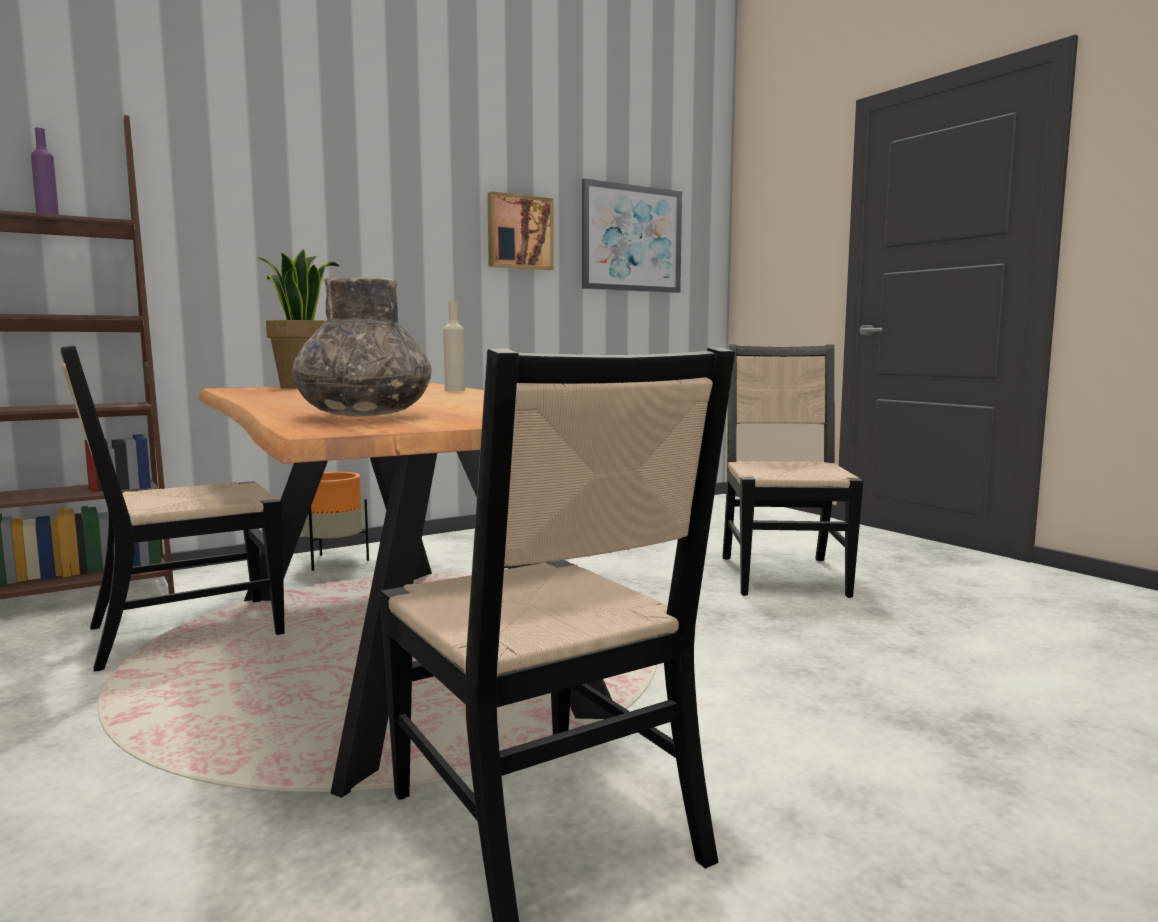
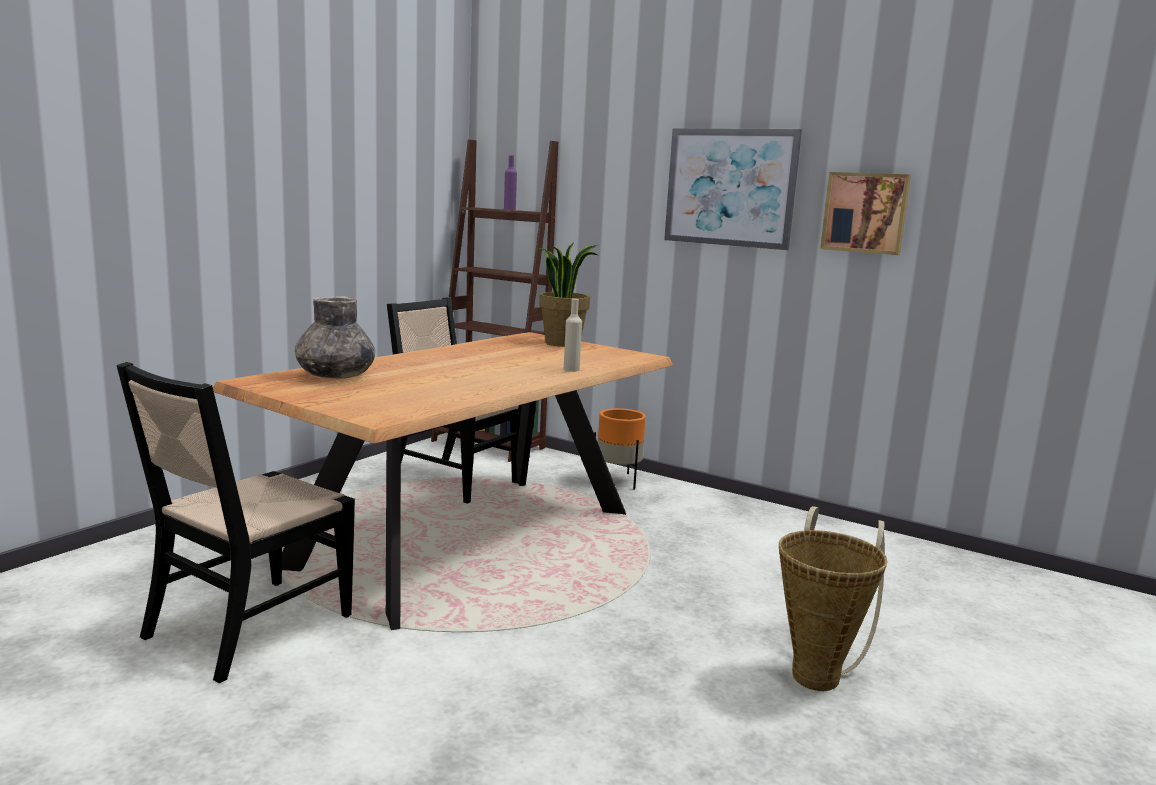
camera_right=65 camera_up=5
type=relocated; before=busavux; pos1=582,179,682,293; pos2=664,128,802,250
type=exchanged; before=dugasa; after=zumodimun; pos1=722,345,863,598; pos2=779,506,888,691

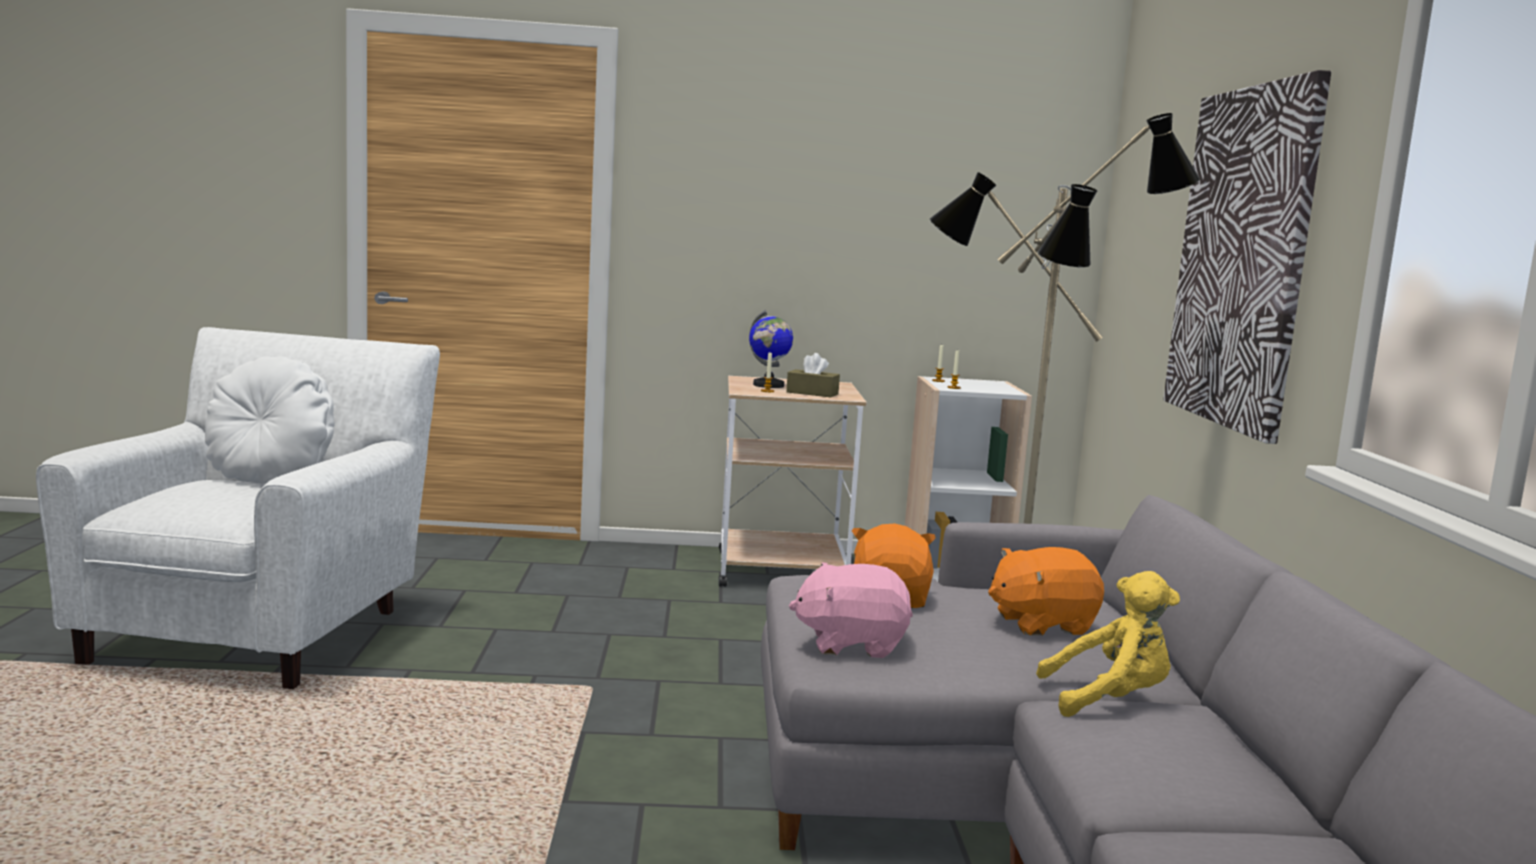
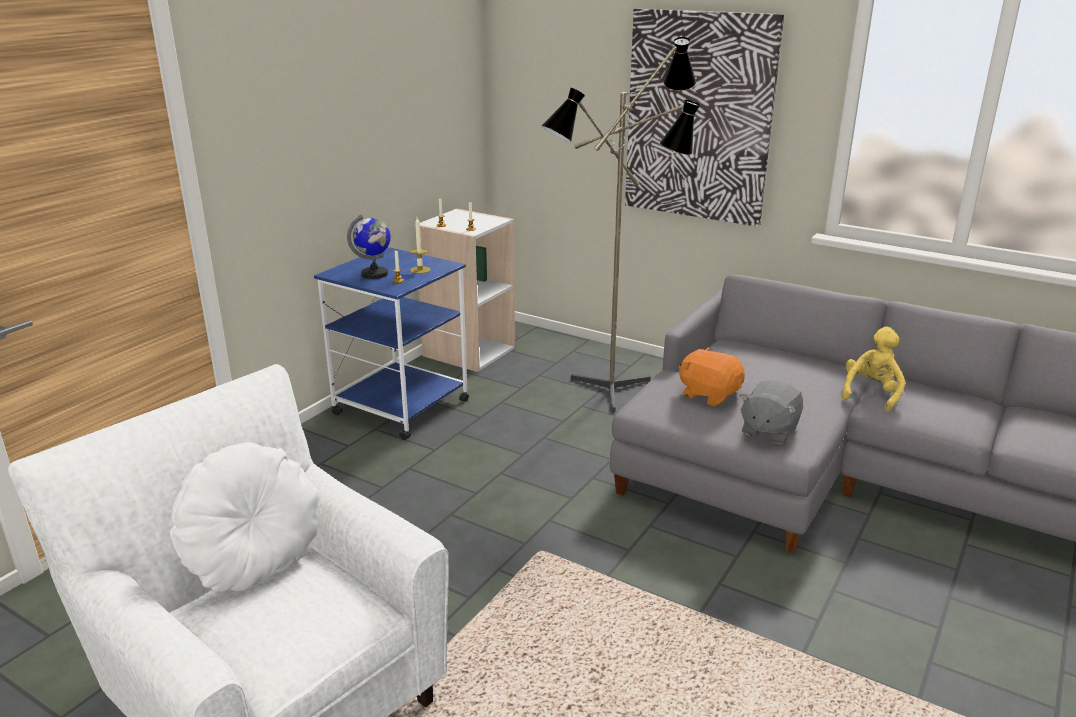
camera_right=-55 camera_up=15
type=missing; before=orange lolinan; pos1=988,547,1104,636
type=exchanged; before=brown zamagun; after=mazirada; pos1=786,353,840,397; pos2=410,218,431,274
type=colour; before=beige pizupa; after=blue pizupa; pos1=718,376,867,587; pos2=314,247,469,440
type=colour; before=pink lolinan; after=grey lolinan; pos1=789,562,913,658; pos2=740,380,803,444

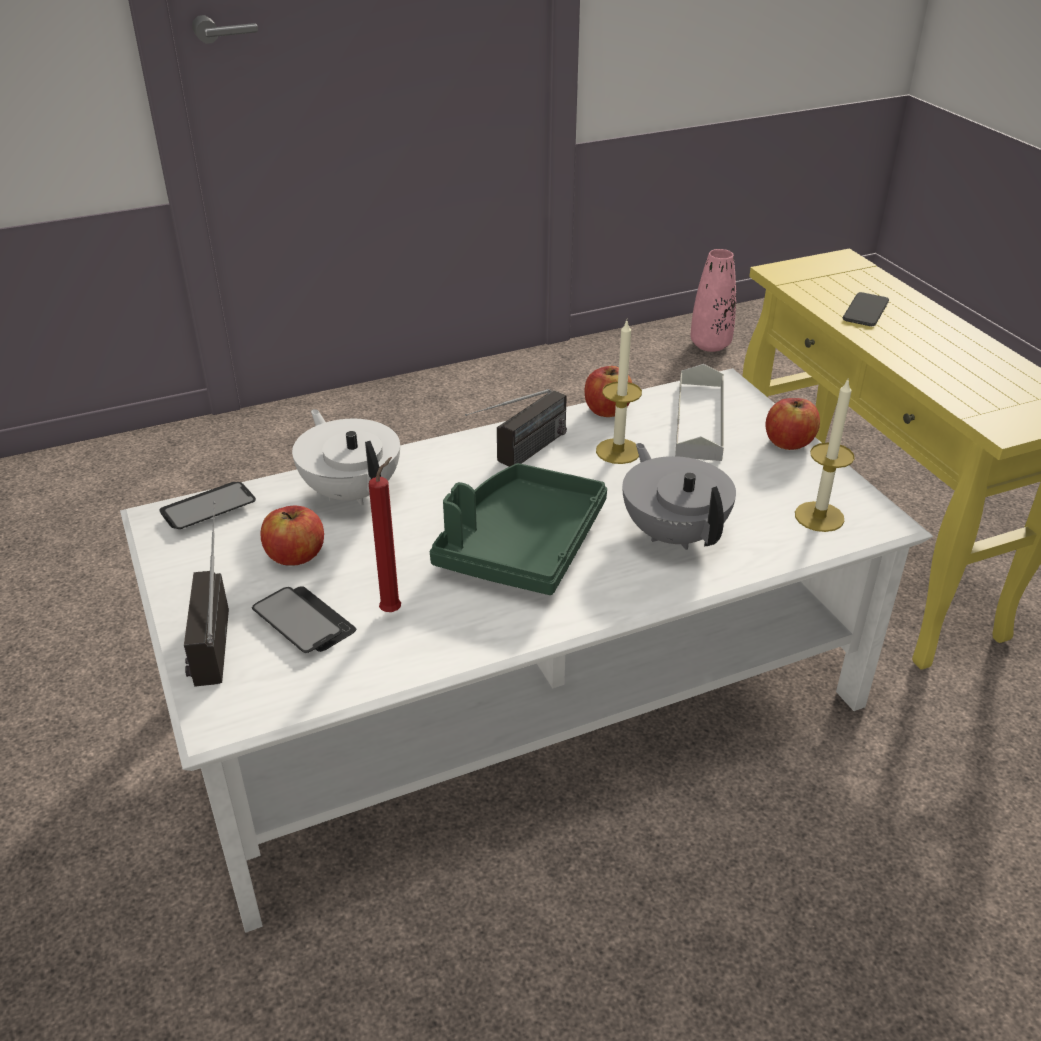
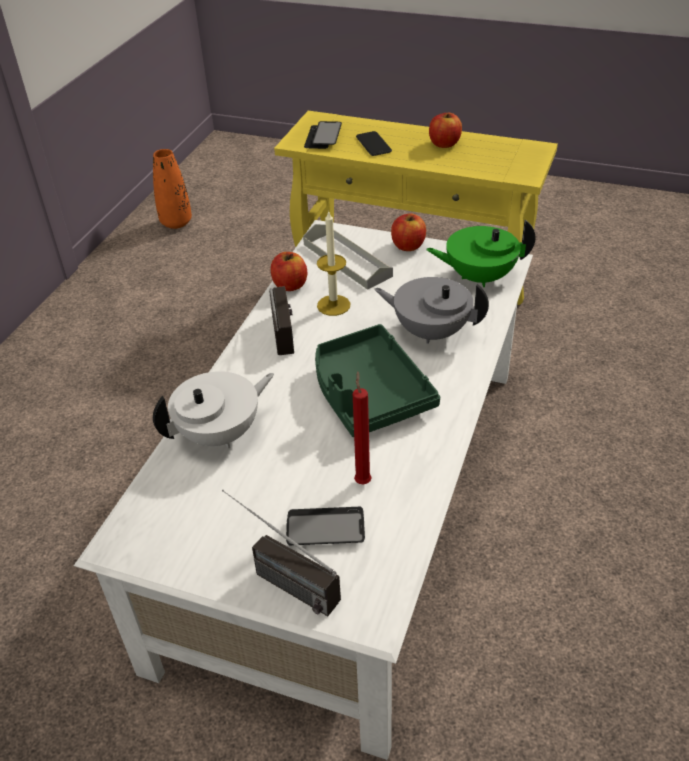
camera_right=-45 camera_up=5
type=relocated; before=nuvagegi; pos1=159,482,256,529; pos2=304,121,342,149
type=relocated; before=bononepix; pos1=261,505,324,566; pos2=429,113,462,148
type=exchanged; before=mazirada; after=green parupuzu; pos1=795,378,855,532; pos2=426,220,536,287
type=colour; before=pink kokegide; after=orange kokegide; pos1=691,249,736,352; pos2=153,149,192,229
type=spun; before=white parupuzu; pos1=292,409,400,505; pos2=153,371,274,449; turn=135

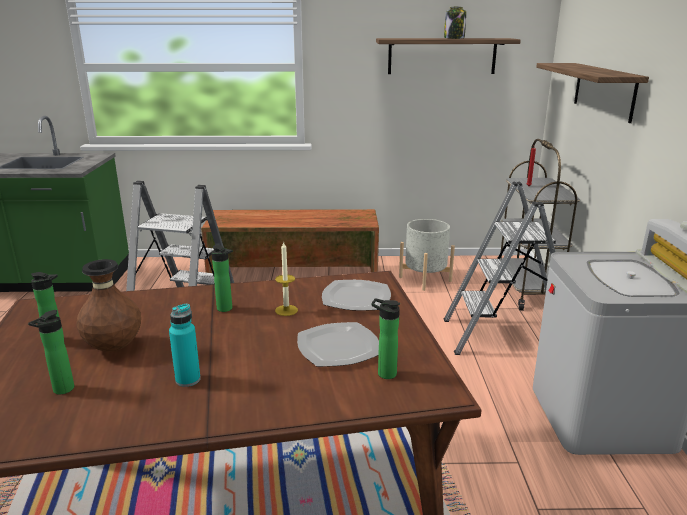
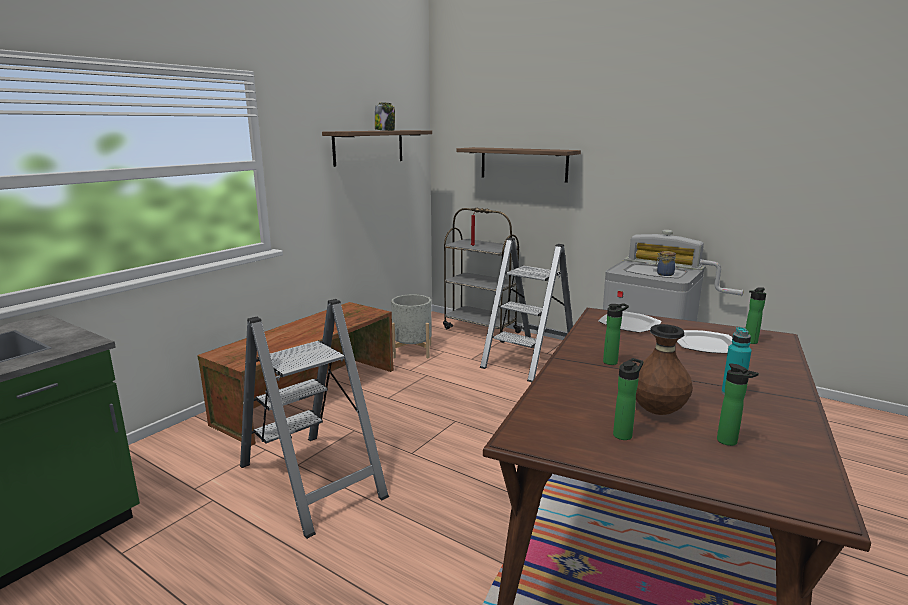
camera_right=-55 camera_up=-5
type=missing; before=mazirada; pos1=275,241,298,316
type=appeared; after=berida; pos2=656,251,676,276

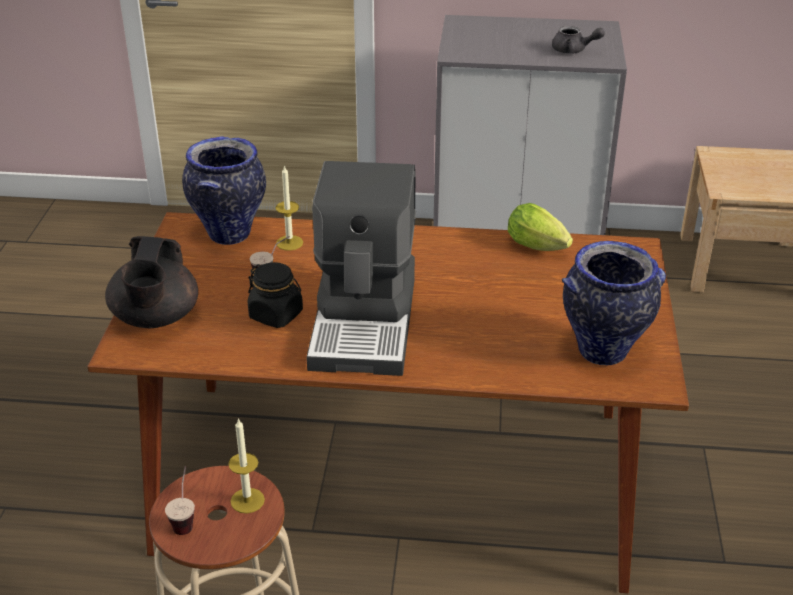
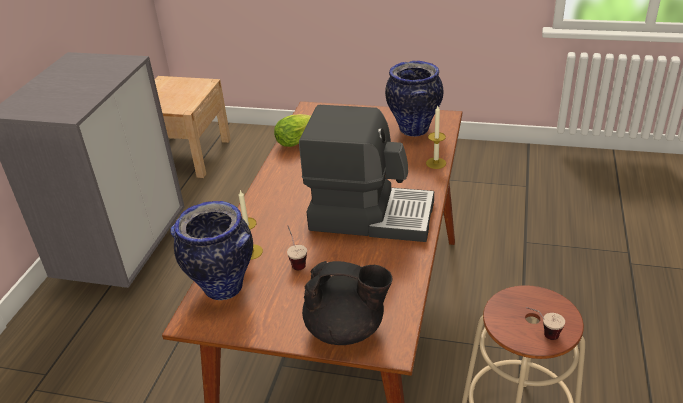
camera_right=-80 camera_up=0
type=missing; before=black berida; pos1=247,262,303,328
type=missing; before=grey parupuzu; pos1=552,26,605,54
type=relocated; before=mazirada; pos1=228,418,265,513; pos2=426,106,446,169

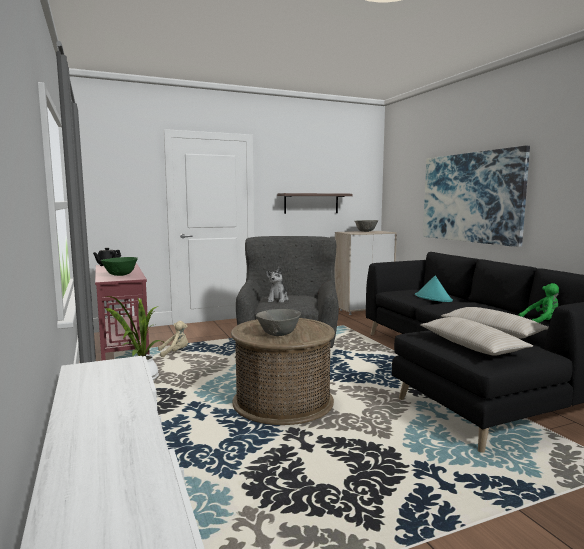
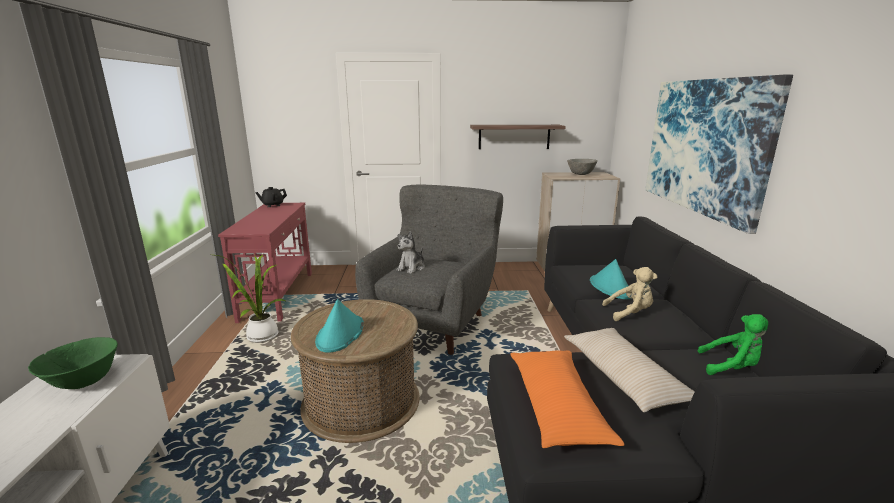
camera_right=20 camera_up=10
type=relocated; before=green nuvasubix; pos1=101,257,138,276; pos2=28,337,118,389
type=relocated; before=beige lolinan; pos1=158,321,188,357; pos2=602,267,657,321
type=exchanged; before=grey nuvasubix; after=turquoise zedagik; pos1=256,309,301,336; pos2=315,299,364,352
type=colour; before=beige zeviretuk; after=orange zeviretuk; pos1=420,317,533,356; pos2=510,350,625,448

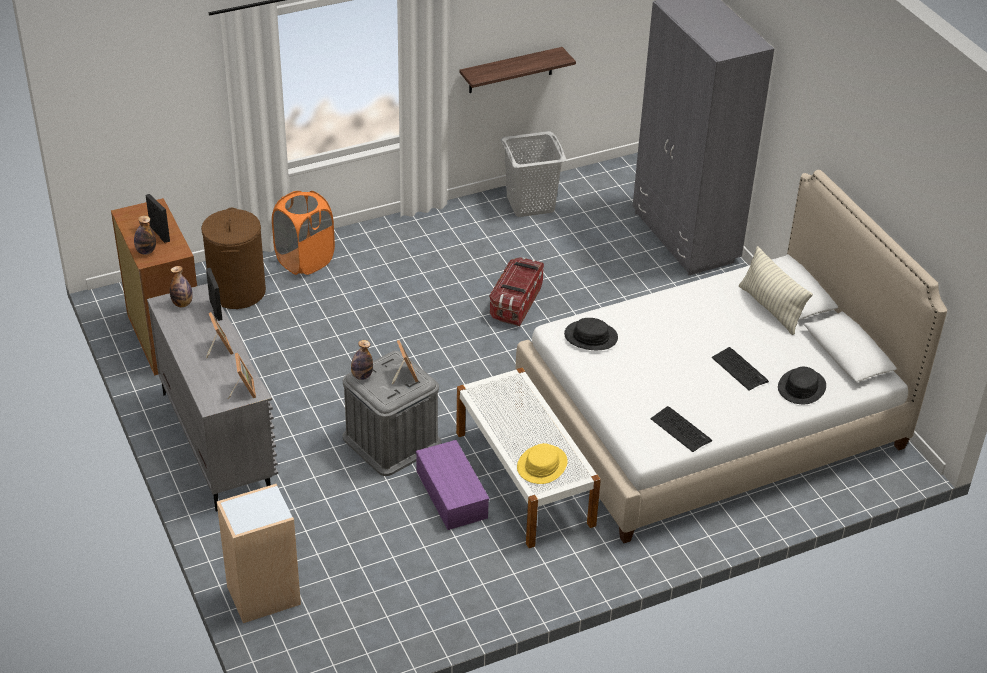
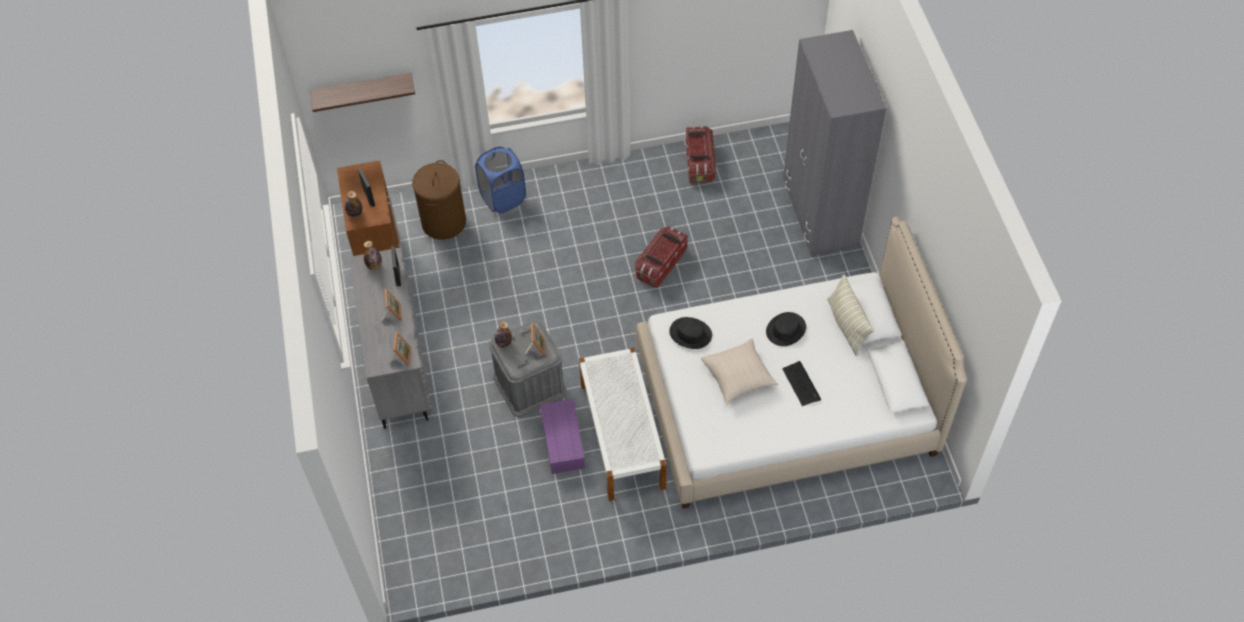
camera_right=15 camera_up=15
type=missing; before=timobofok; pos1=217,484,301,623
type=missing; before=yellow zedagik; pos1=517,443,568,484
type=missing; before=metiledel; pos1=650,406,712,452
type=appeared; after=beige zeviretuk; pos2=701,338,778,405
type=relocated; before=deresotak; pos1=459,47,576,93; pos2=310,73,415,112
type=relocated; before=black zedagik; pos1=778,367,826,404; pos2=766,312,806,346
type=exchanged; before=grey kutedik; after=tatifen; pos1=501,131,566,217; pos2=686,126,716,183
type=colour; before=orange kutedik; after=blue kutedik; pos1=272,191,335,275; pos2=475,147,526,213

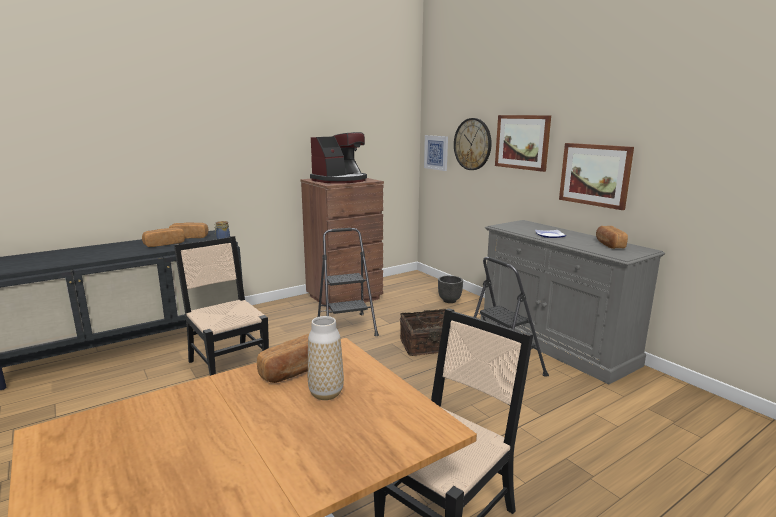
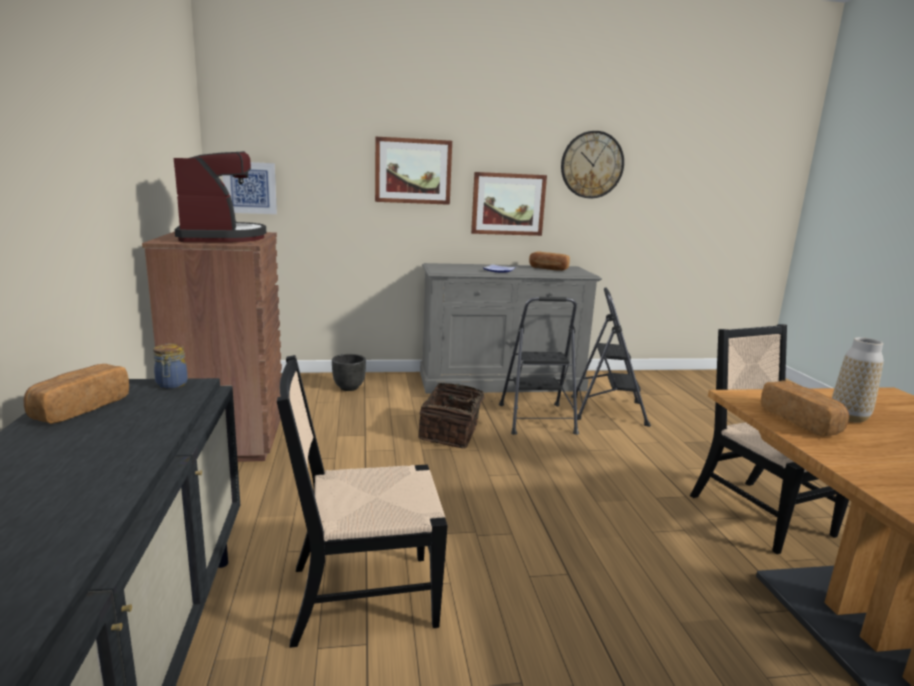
camera_right=-65 camera_up=0
type=missing; before=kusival; pos1=142,227,185,247
type=relocated; before=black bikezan; pos1=318,228,379,336; pos2=571,288,651,427
type=relocated; before=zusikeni; pos1=454,118,492,170; pos2=561,131,624,198

